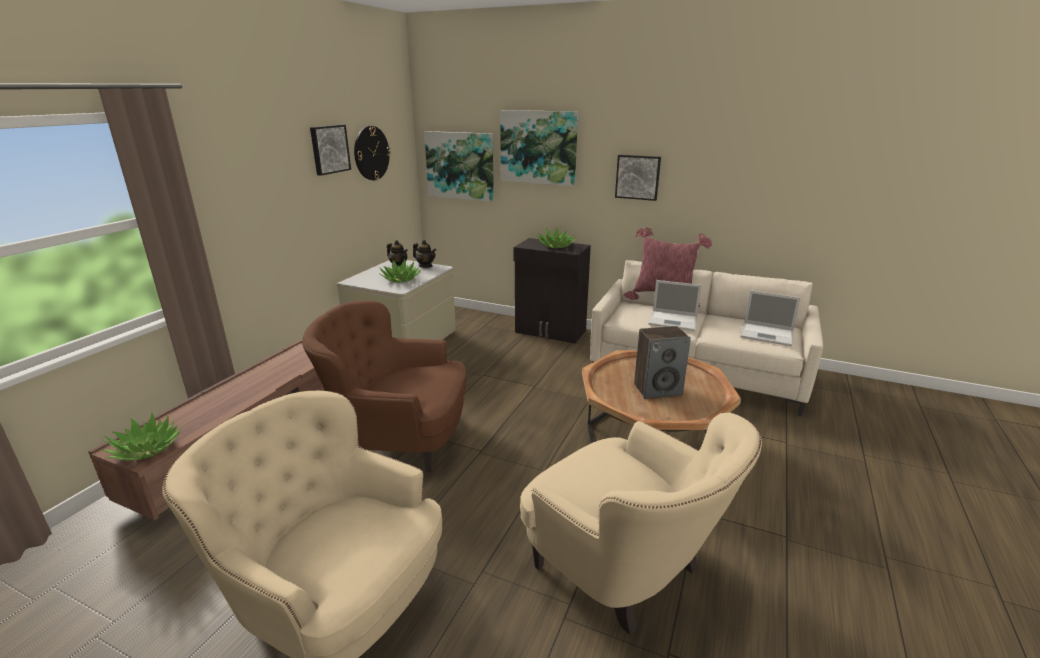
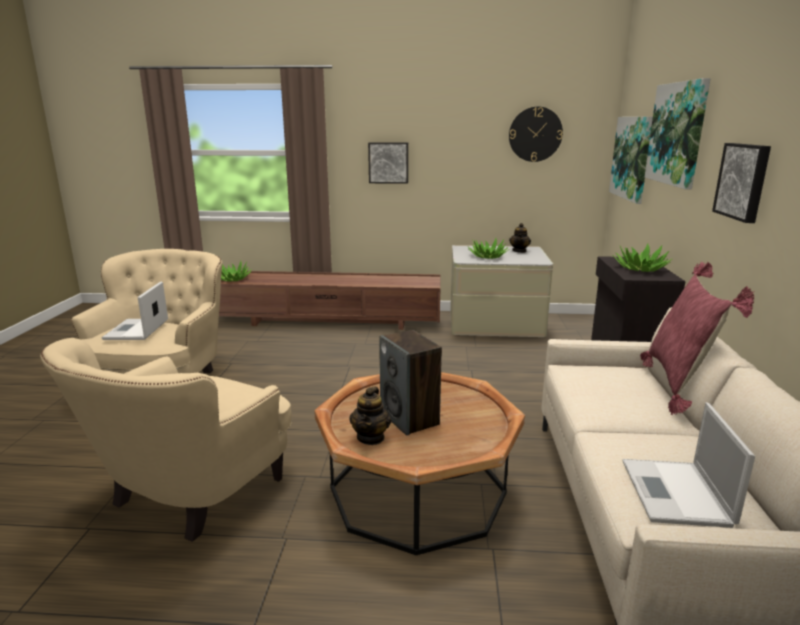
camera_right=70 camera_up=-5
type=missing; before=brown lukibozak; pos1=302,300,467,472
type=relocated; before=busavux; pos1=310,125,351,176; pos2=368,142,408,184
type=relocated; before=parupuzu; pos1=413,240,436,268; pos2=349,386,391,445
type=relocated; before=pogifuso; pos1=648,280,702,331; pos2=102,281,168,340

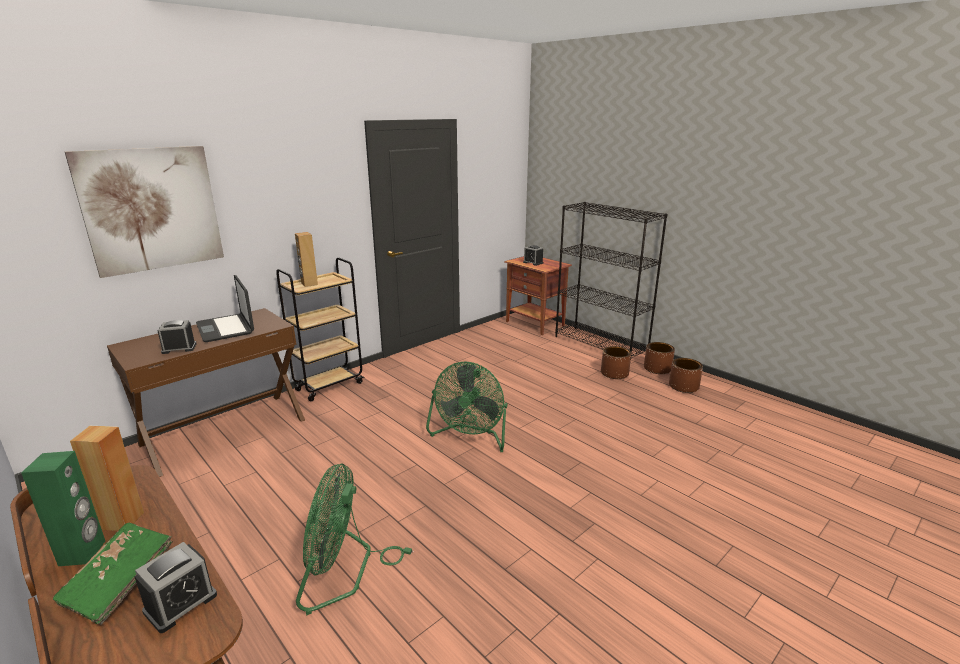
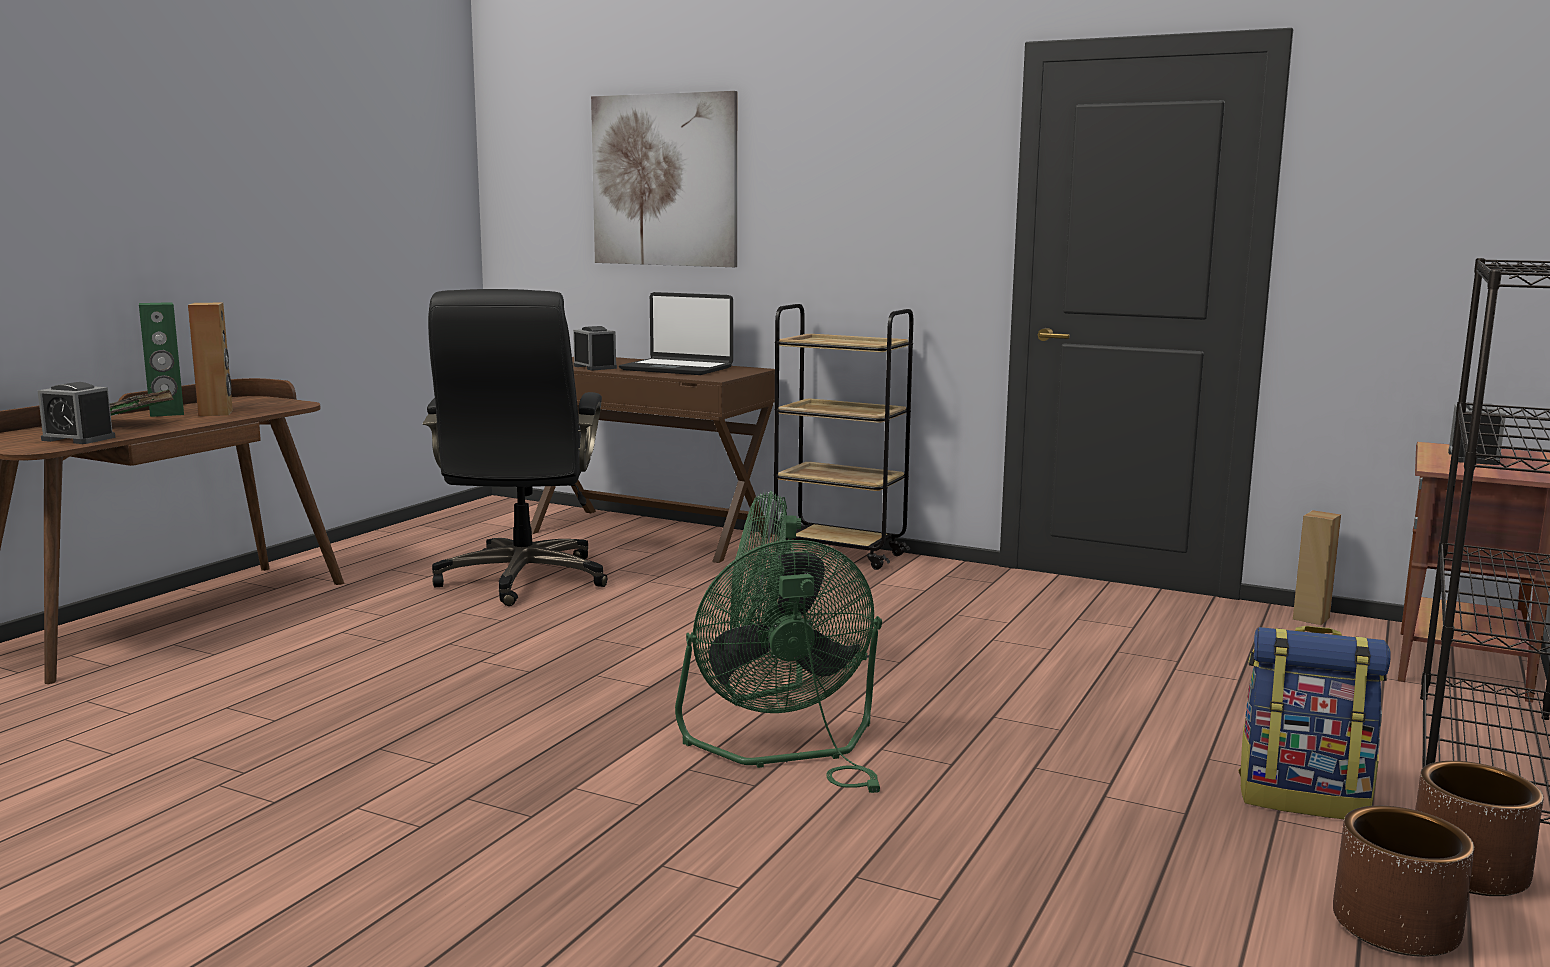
camera_right=70 camera_up=-10
type=appeared; after=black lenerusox; pos2=423,289,608,606
type=relocated; before=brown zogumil; pos1=295,232,318,287; pos2=1293,510,1341,625
type=relocated; before=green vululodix; pos1=296,463,414,616; pos2=675,540,882,793
type=exchanged; before=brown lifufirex; after=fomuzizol; pos1=601,346,631,379; pos2=1238,626,1391,819
type=spun; before=pogifuso; pos1=196,275,254,342; pos2=619,292,733,375; turn=-105

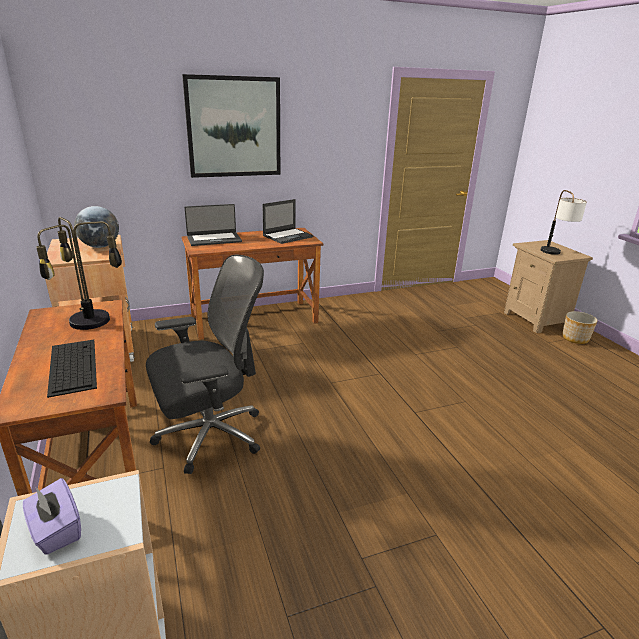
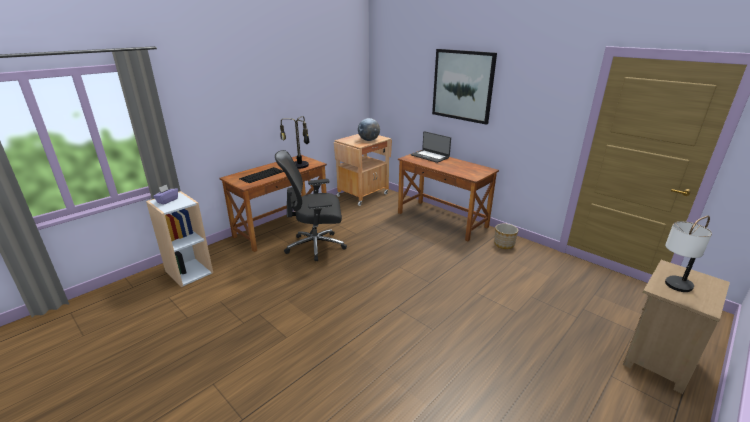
camera_right=65 camera_up=0
type=missing; before=pogifuso; pos1=262,199,313,244
type=relocated; before=lifufirex; pos1=562,311,598,344; pos2=494,223,518,249
type=spun; before=lenerusox; pos1=146,254,264,474; pos2=275,150,347,261; turn=135

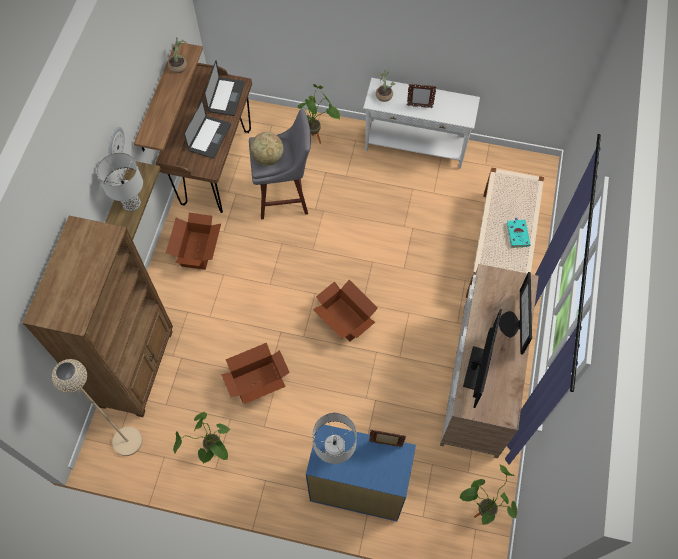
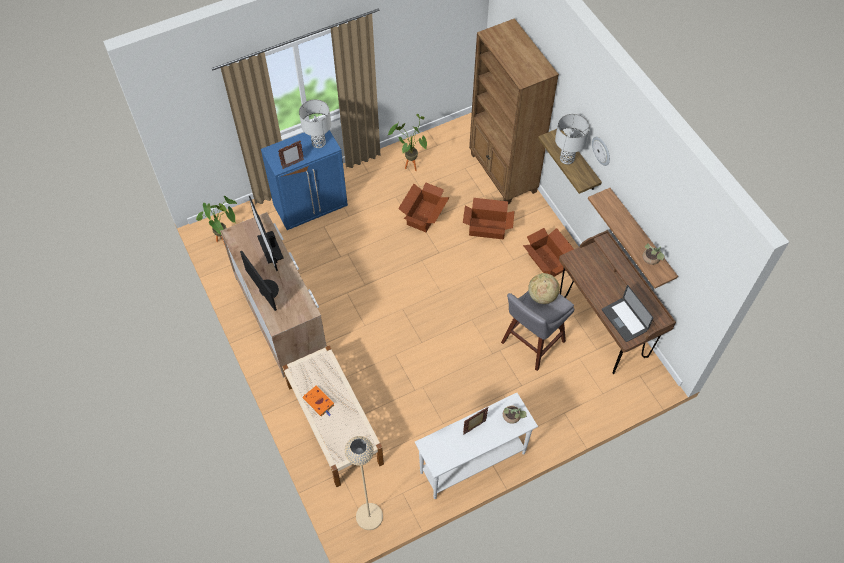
camera_right=140 camera_up=-5
type=missing; before=pogifuso; pos1=184,99,231,158
type=missing; before=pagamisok; pos1=298,84,340,144
type=relocated; before=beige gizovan; pos1=52,359,142,456; pos2=345,436,383,530
type=relocated; before=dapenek; pos1=313,280,378,342; pos2=463,198,515,239
type=colour; before=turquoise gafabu; after=orange gafabu; pos1=507,218,530,248; pos2=303,386,334,416

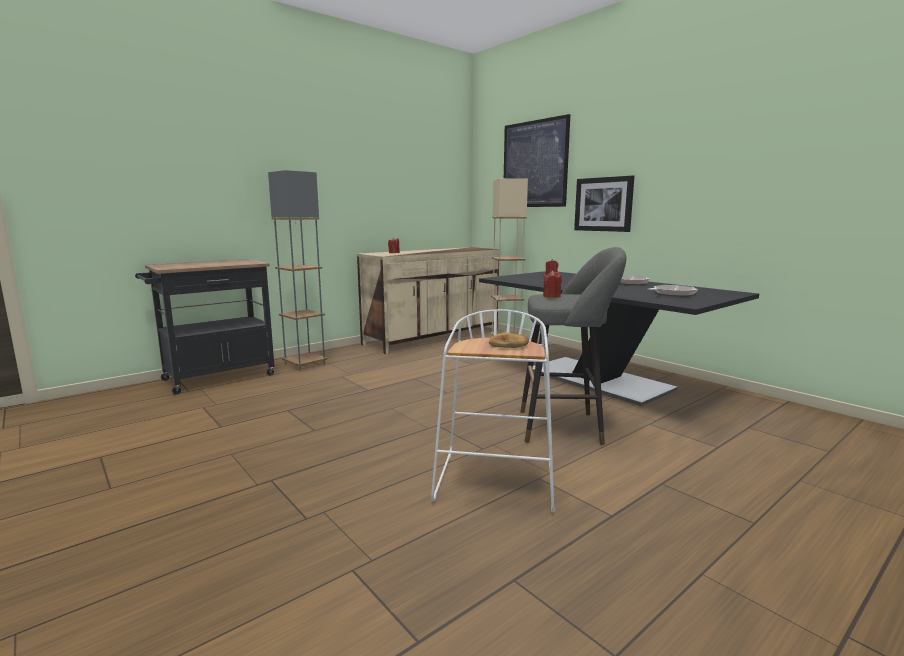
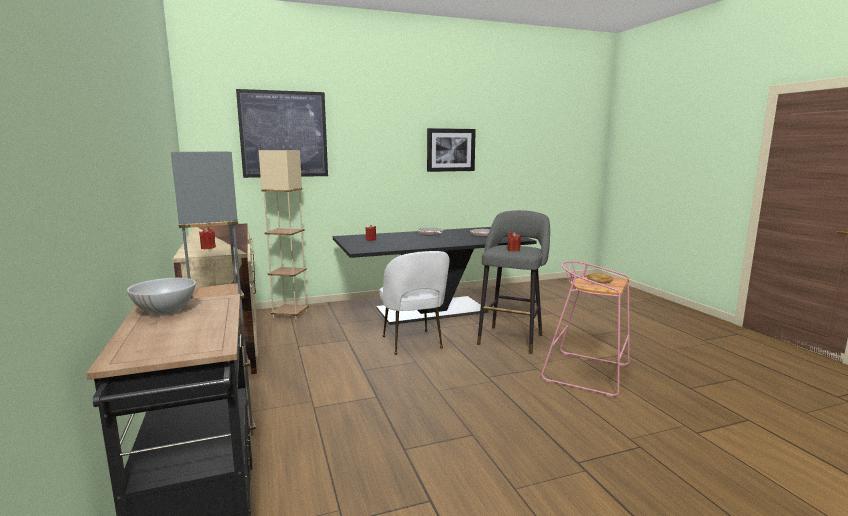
camera_right=-70 camera_up=0
type=appeared; after=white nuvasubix; pos2=127,278,196,316
type=appeared; after=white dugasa; pos2=380,251,449,355
type=relocated; before=busavux; pos1=574,175,634,232; pos2=427,128,476,172
type=colour; before=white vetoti; after=pink vetoti; pos1=431,309,554,512; pos2=541,261,630,397

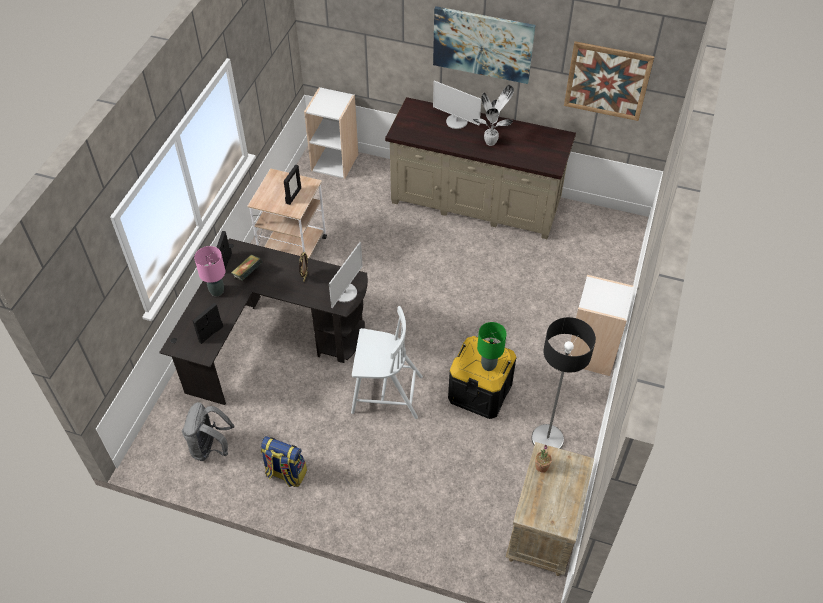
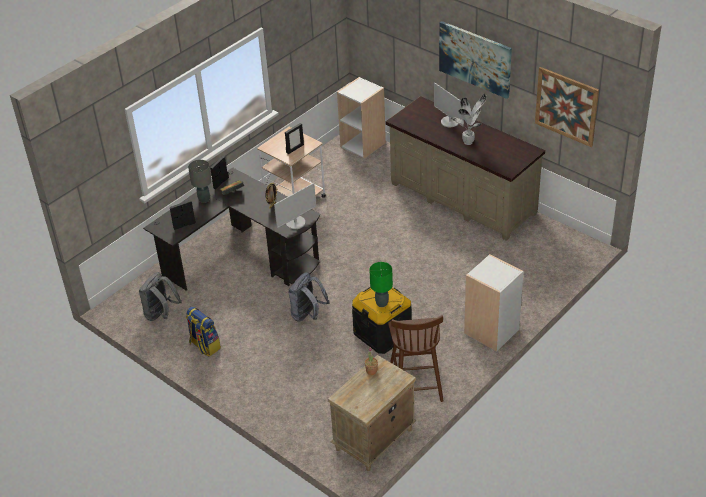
camera_right=25 camera_up=-10
type=exchanged; before=white dugasa; after=grey fomuzizol; pos1=351,306,423,419; pos2=288,272,330,322
type=exchanged; before=gizovan; after=brown dugasa; pos1=531,317,596,449; pos2=388,315,444,402
type=colour; before=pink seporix; after=grey seporix; pos1=194,246,225,296; pos2=188,160,212,203

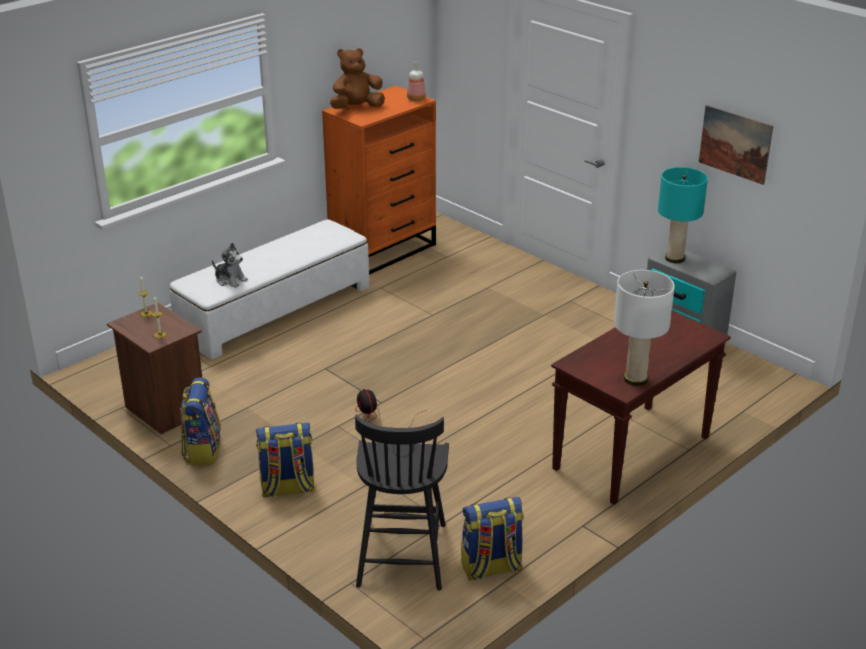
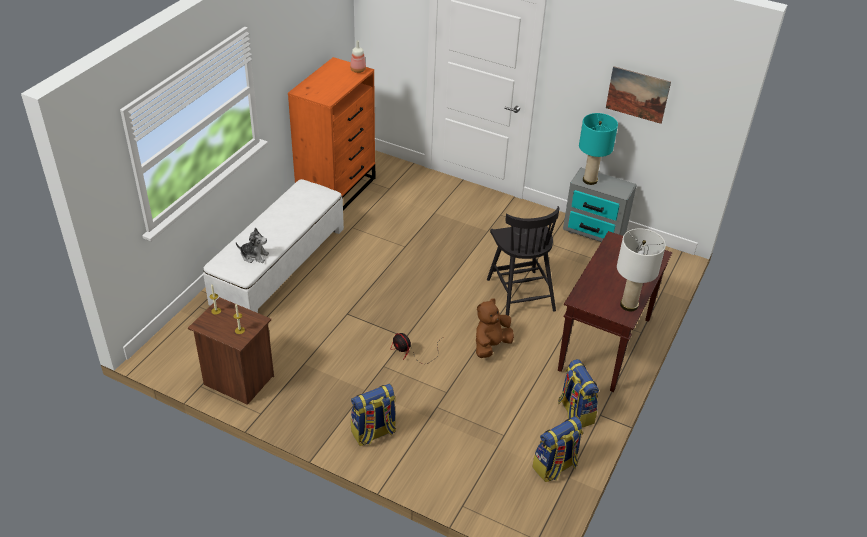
camera_right=-20 camera_up=10
type=relocated; before=fomuzizol; pos1=180,377,221,465; pos2=558,359,599,427
type=relocated; before=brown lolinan; pos1=330,48,385,109; pos2=476,298,514,358
type=relocated; before=black dugasa; pos1=355,414,449,591; pos2=487,206,560,316

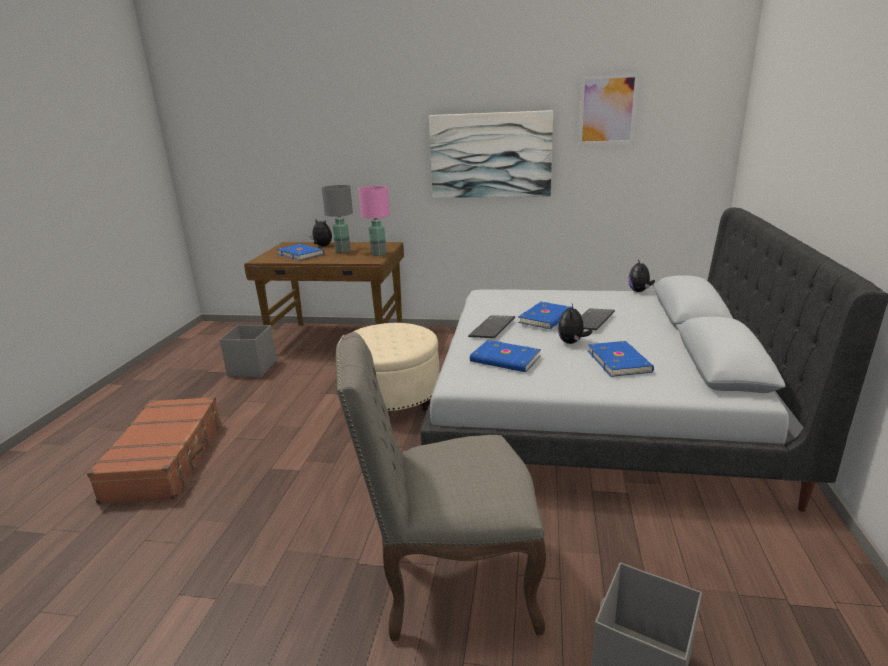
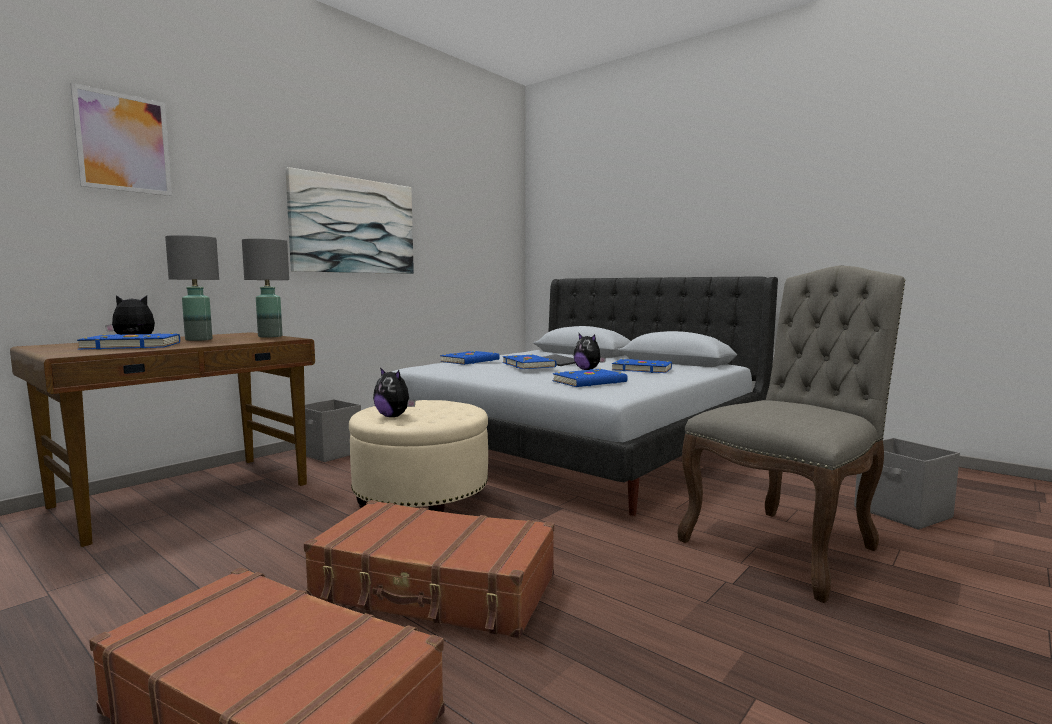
camera_right=-60 camera_up=-15
type=missing; before=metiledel; pos1=468,315,515,338
type=appeared; after=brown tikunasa; pos2=304,500,554,638
type=appeared; after=blue gafabu; pos2=440,351,500,365
type=relocated; before=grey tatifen; pos1=219,325,277,377; pos2=305,399,361,462
type=relocated; before=busavux; pos1=579,74,639,145; pos2=70,83,172,196
type=relocated; before=lolinan; pos1=628,259,655,292; pos2=373,367,415,417
type=colour; before=pink seporix; after=grey seporix; pos1=358,186,390,256; pos2=242,239,289,338
type=spun; before=grey dugasa; pos1=336,332,546,641; pos2=678,265,906,603; turn=-150

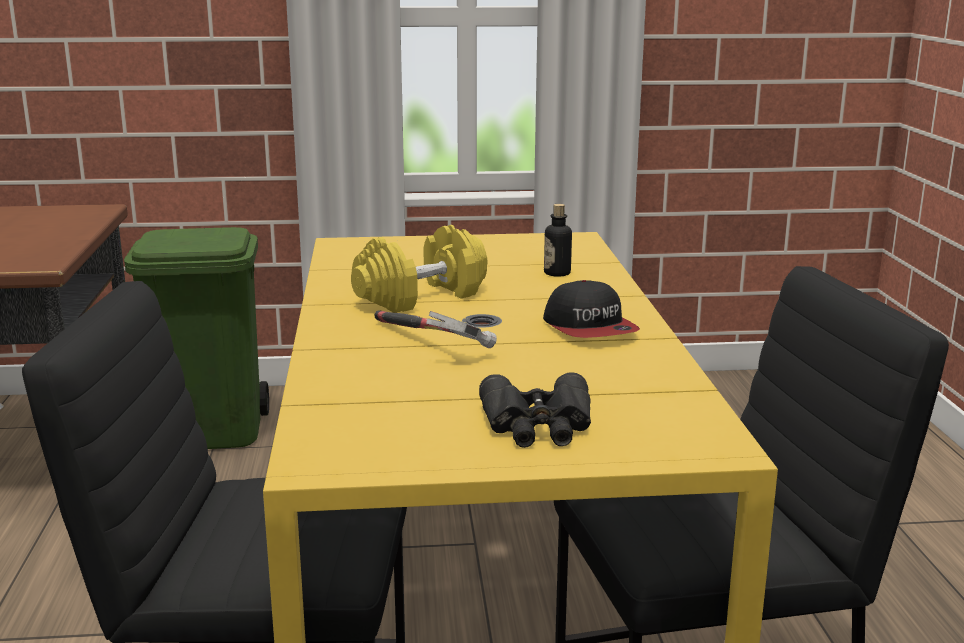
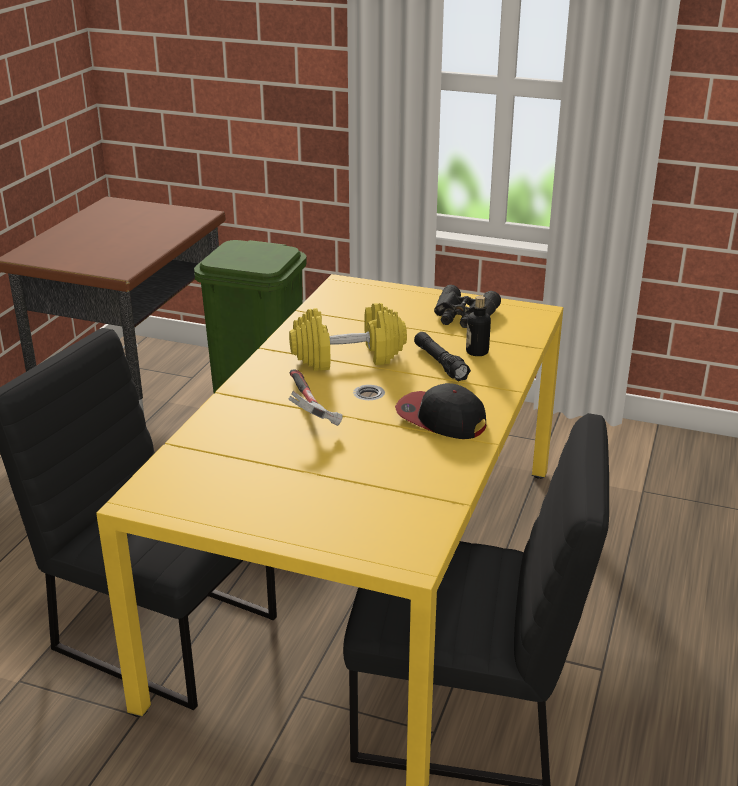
camera_right=25 camera_up=10
type=appeared; after=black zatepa; pos2=414,332,471,381
type=relocated; before=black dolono; pos1=479,372,591,448; pos2=434,285,501,328
type=spun; before=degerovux; pos1=543,280,640,338; pos2=395,383,486,439; turn=120

